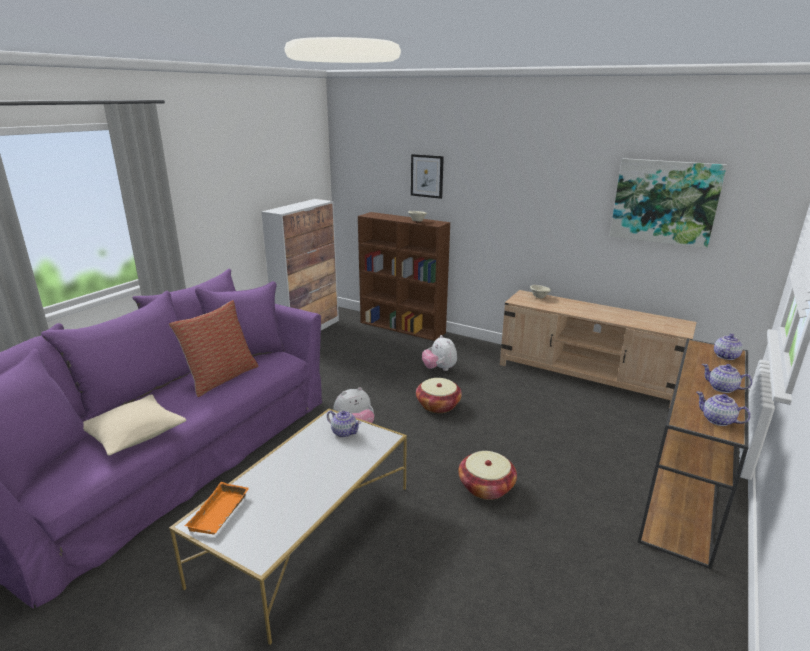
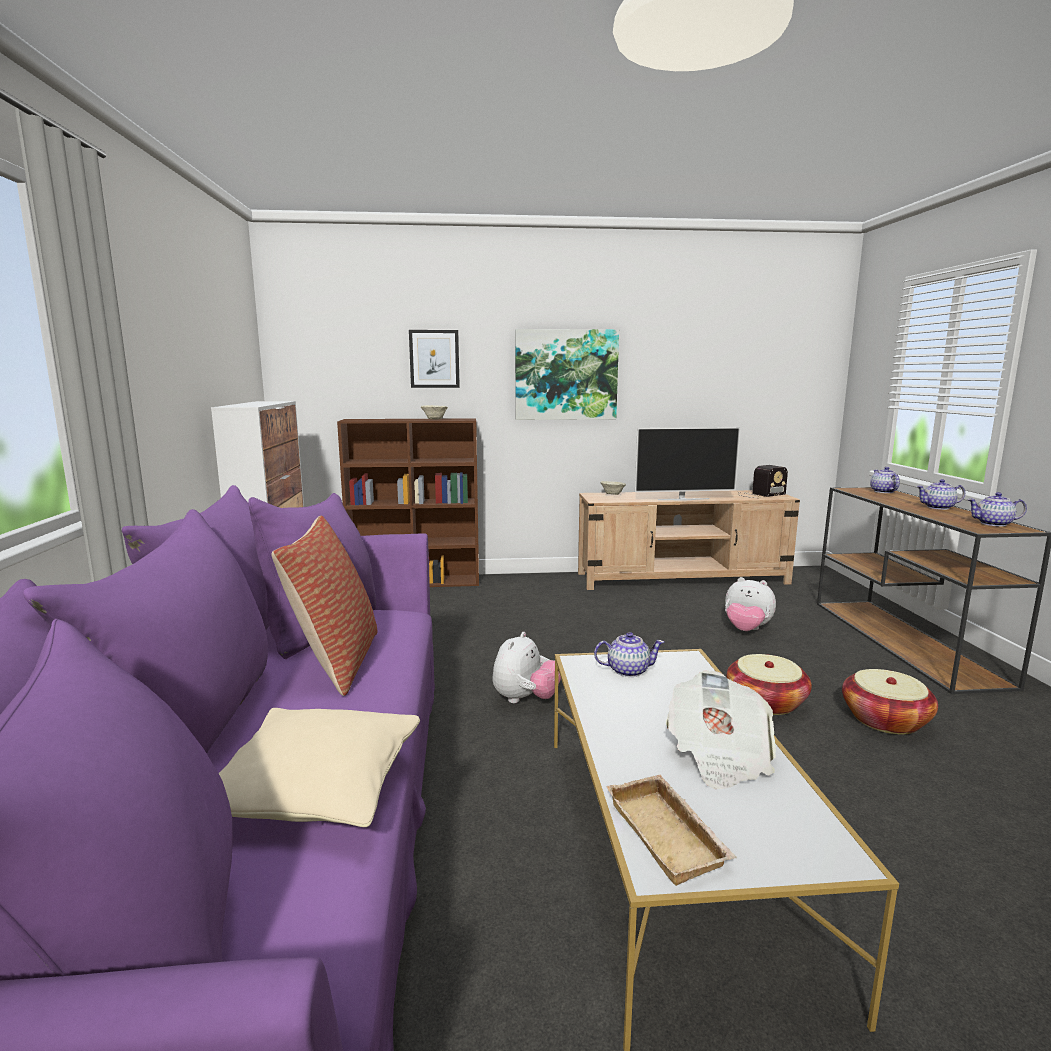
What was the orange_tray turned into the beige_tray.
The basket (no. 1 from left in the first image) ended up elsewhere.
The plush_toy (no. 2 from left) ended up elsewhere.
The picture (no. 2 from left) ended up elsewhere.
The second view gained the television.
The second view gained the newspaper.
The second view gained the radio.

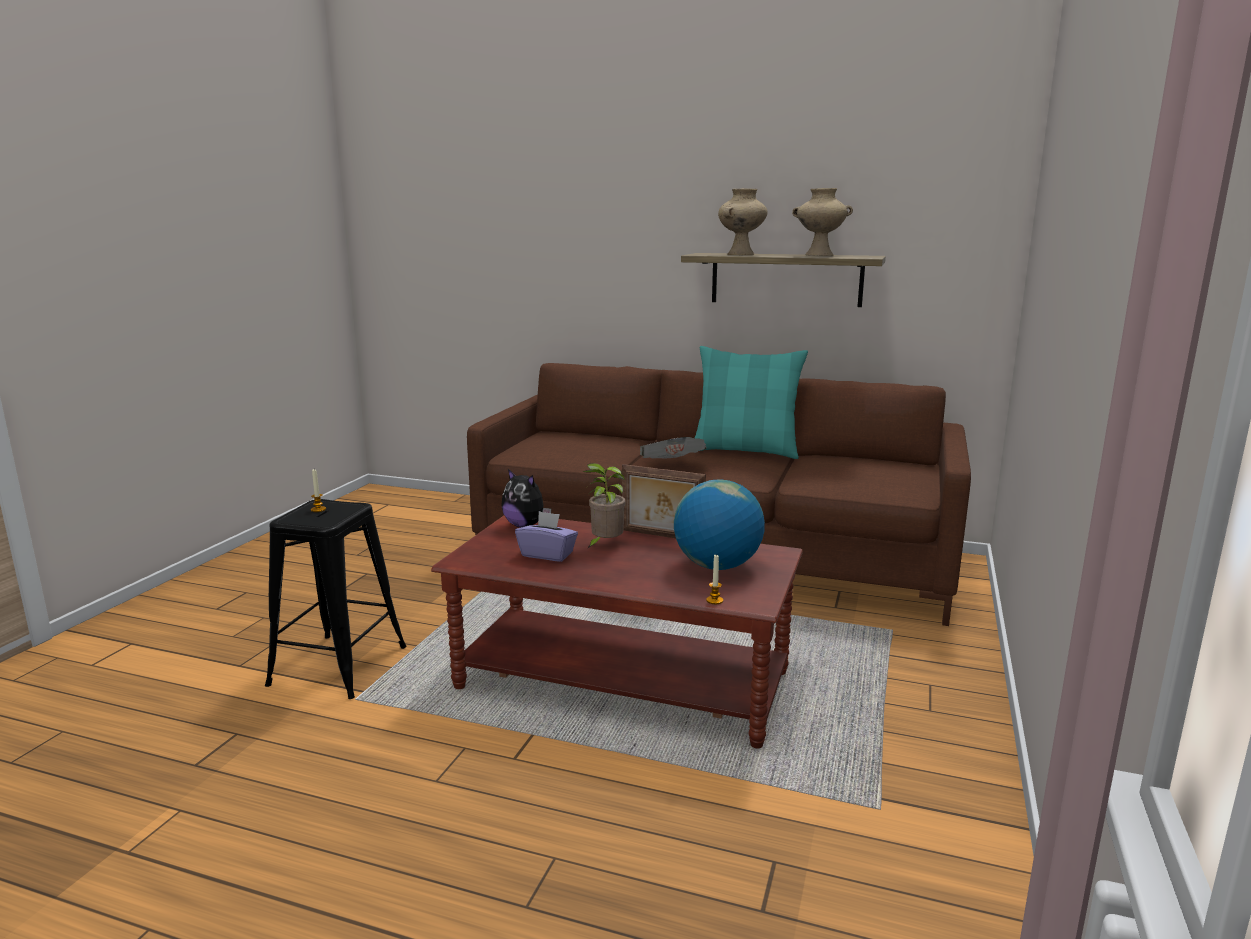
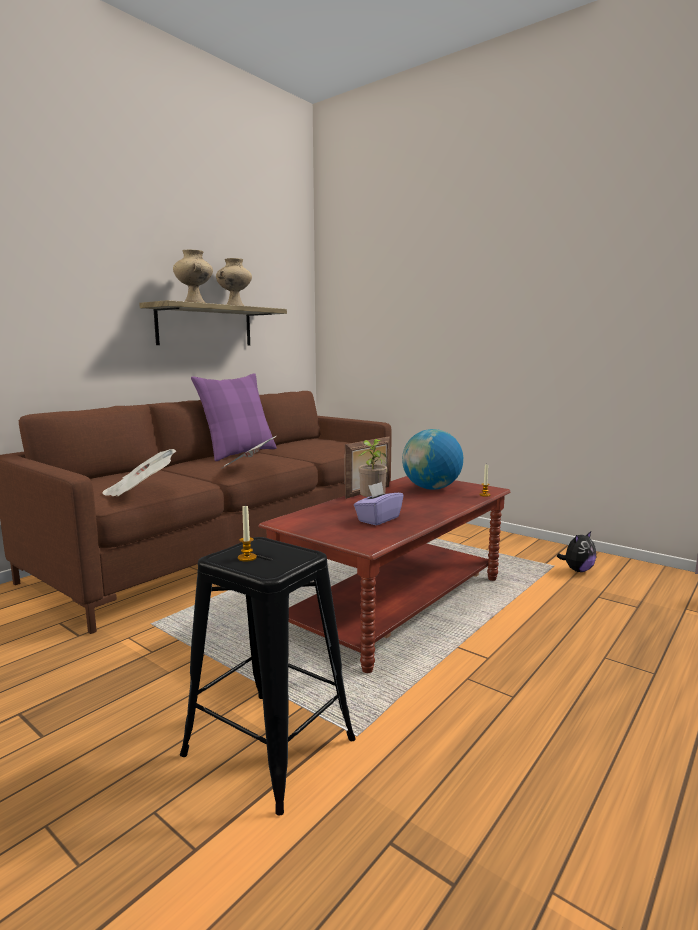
The plush_toy ended up elsewhere.
What was the turquoise_pillow turned into the purple_pillow.
The second view gained the newspaper (no. 1 from left).

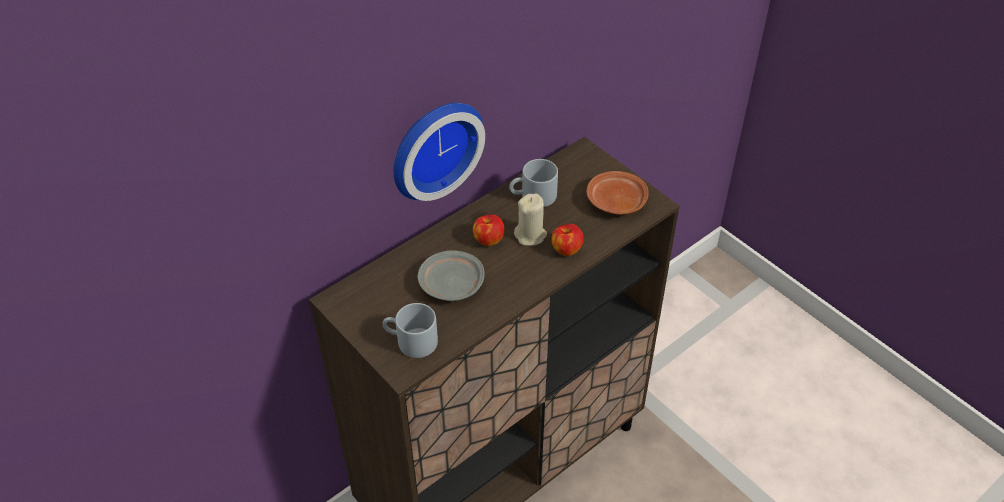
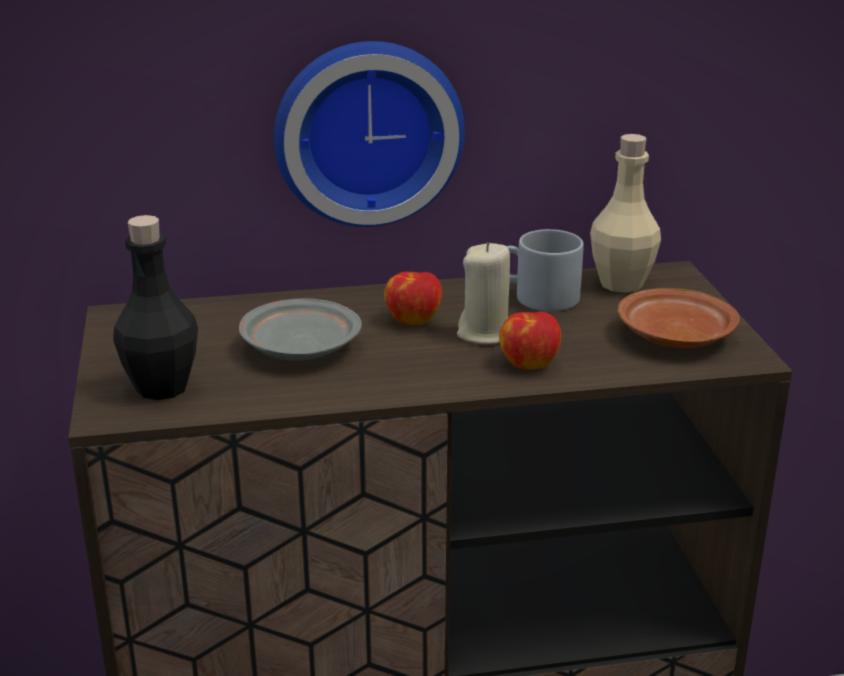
Where the grey_mug (no. 1 from left) stood, the black_bottle came to stand.
The second view gained the beige_bottle.

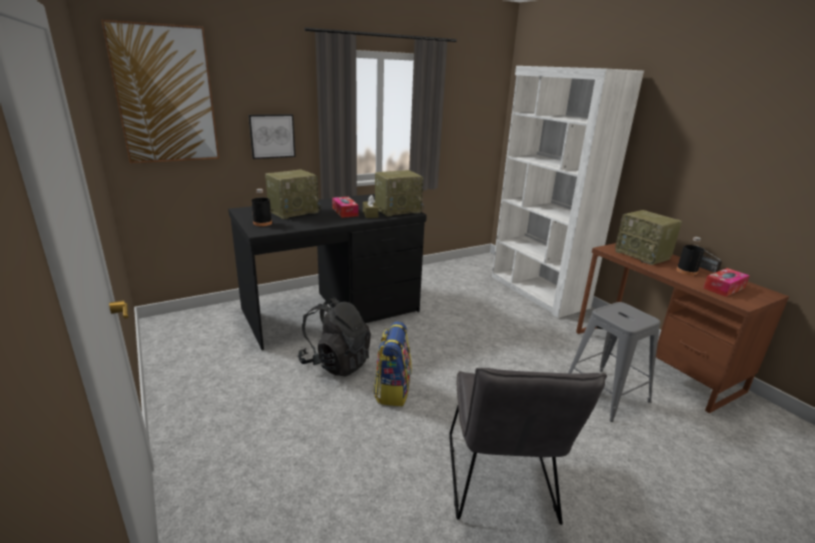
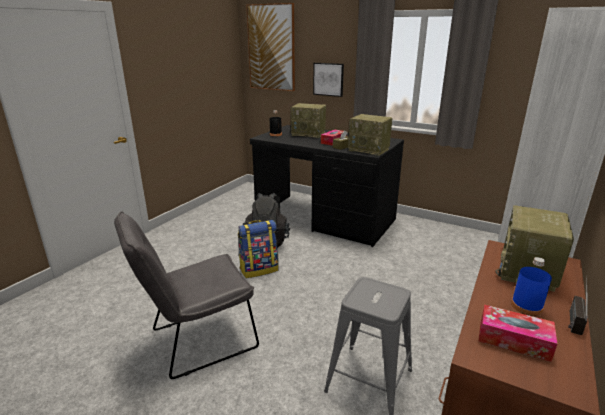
What was the black_bottle (no. 2 from left) turned into the blue_bottle.

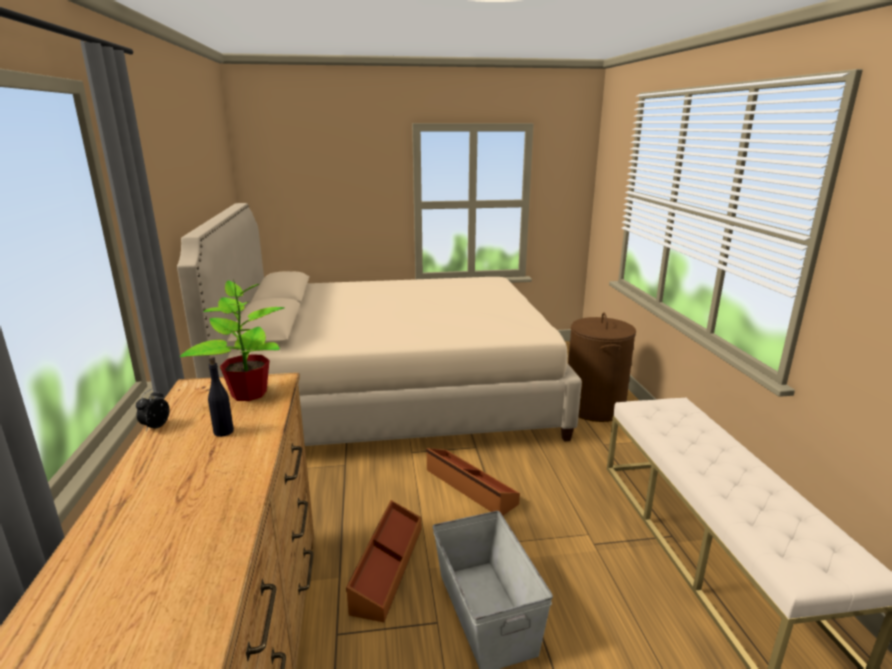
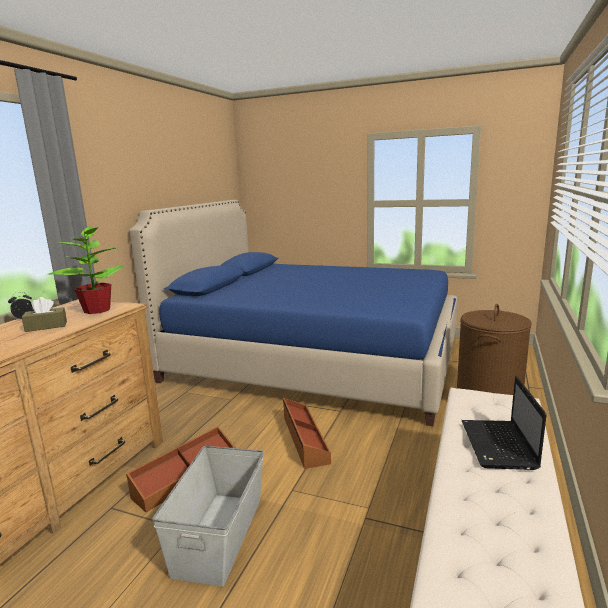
What was the beige_bed turned into the blue_bed.
Where the black_bottle stood, the brown_tissue_box came to stand.
The second view gained the laptop.

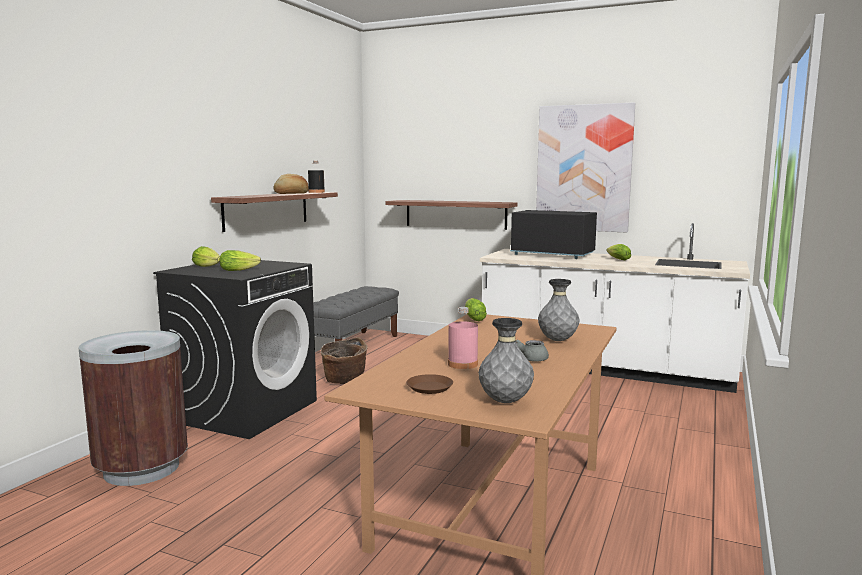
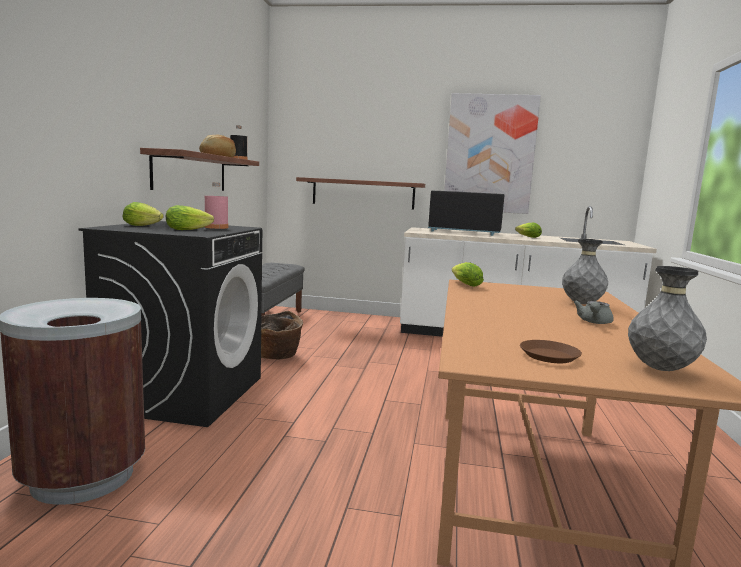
The pink_bottle ended up elsewhere.

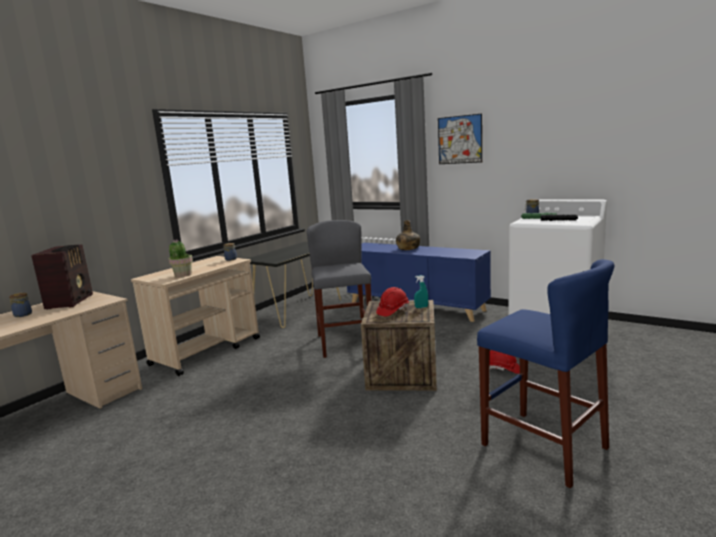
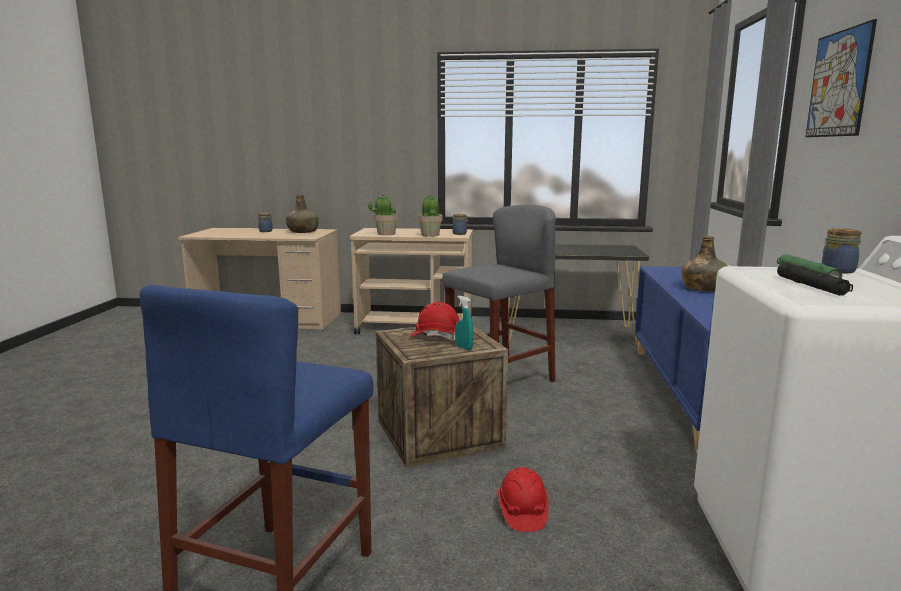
Where the radio stood, the green_bottle (no. 1 from left) came to stand.
The second view gained the potted_plant (no. 2 from left).

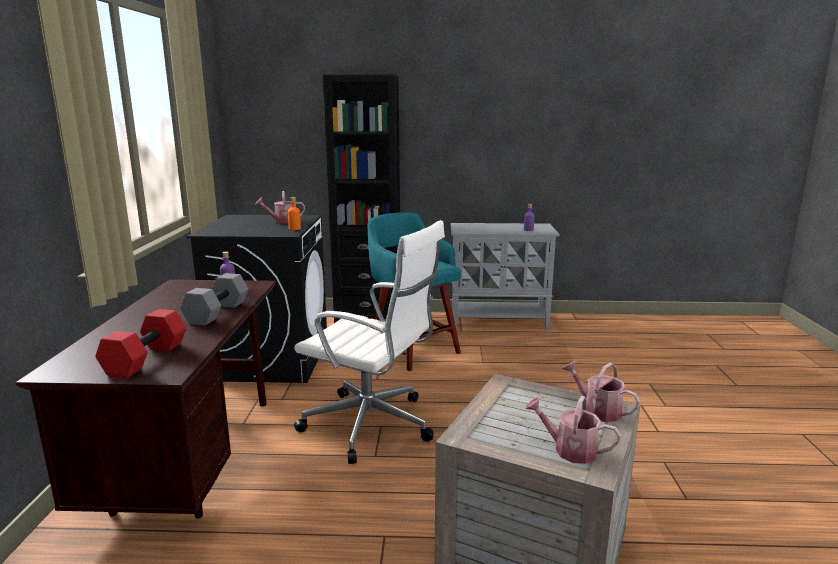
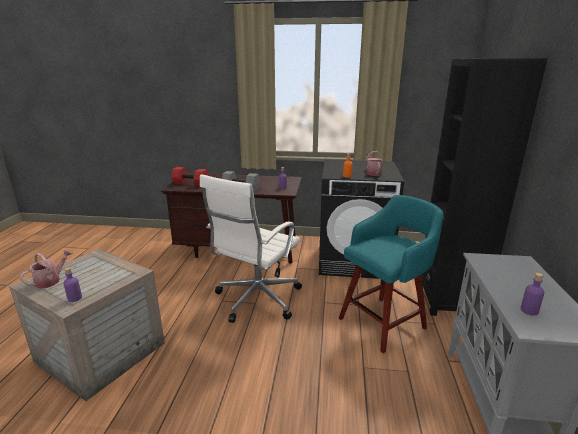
Where the watering_can (no. 3 from left) stood, the purple_bottle (no. 1 from left) came to stand.

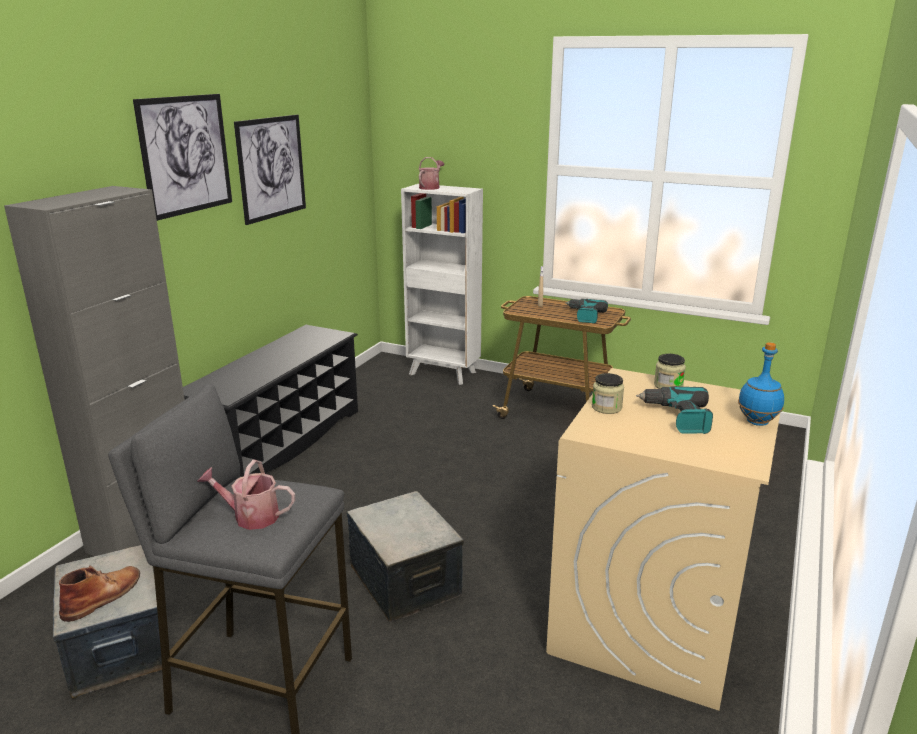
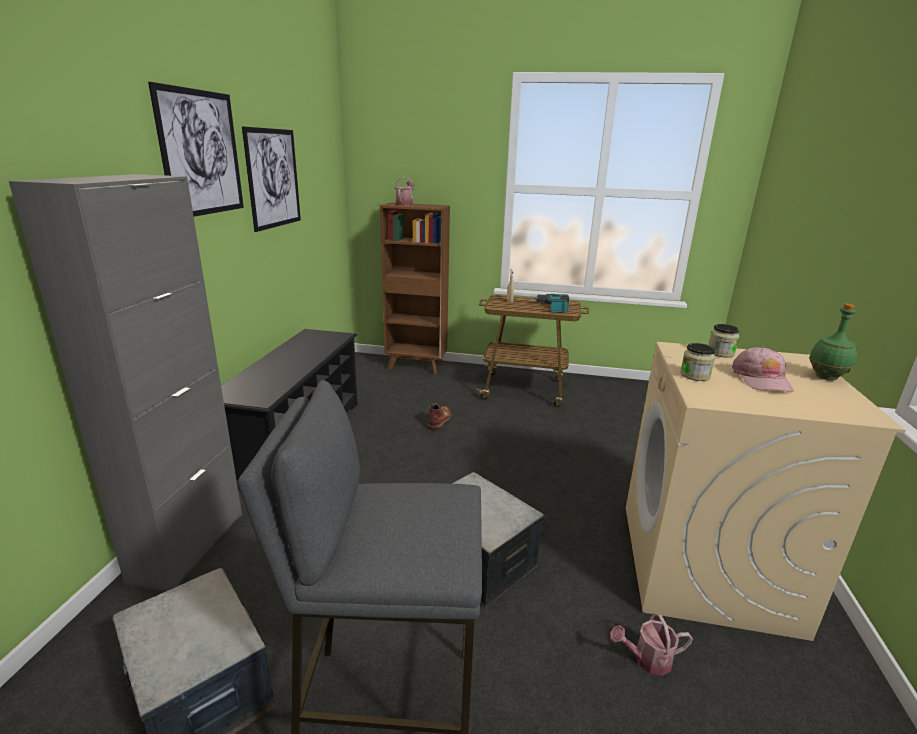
The brown_boot ended up elsewhere.
The watering_can (no. 1 from left in the first image) ended up elsewhere.
What was the white_bookcase turned into the brown_bookcase.
Where the power_drill (no. 2 from left) stood, the pink_cap came to stand.
What was the blue_bottle turned into the green_bottle.

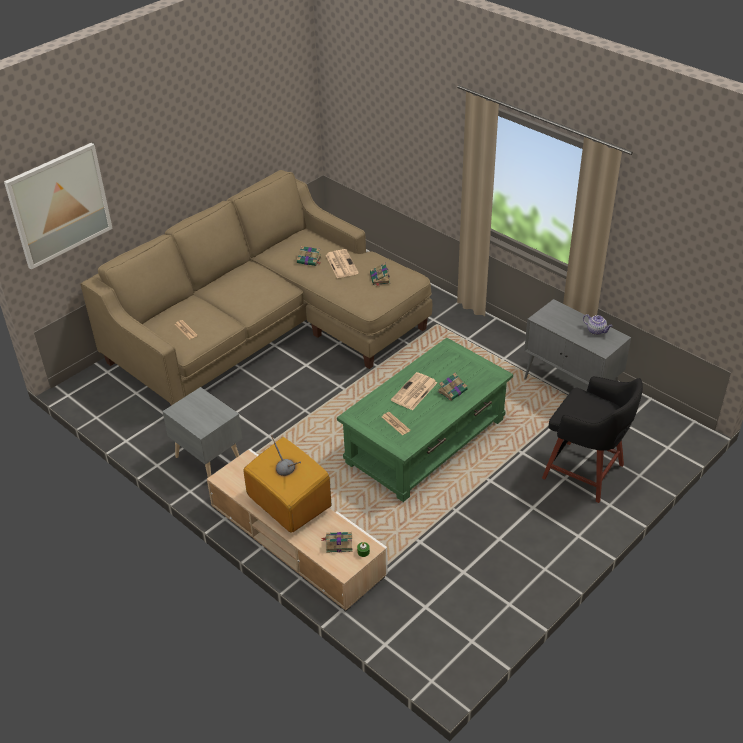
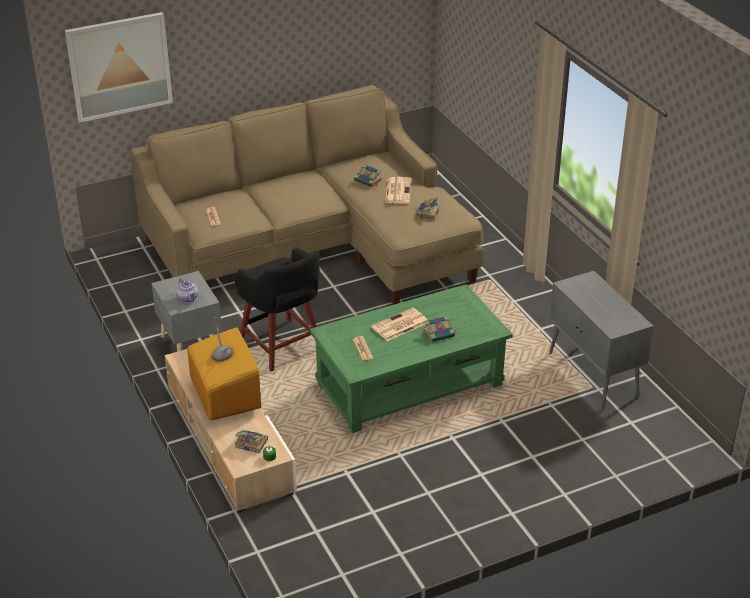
The black_stool ended up elsewhere.
The teapot ended up elsewhere.

